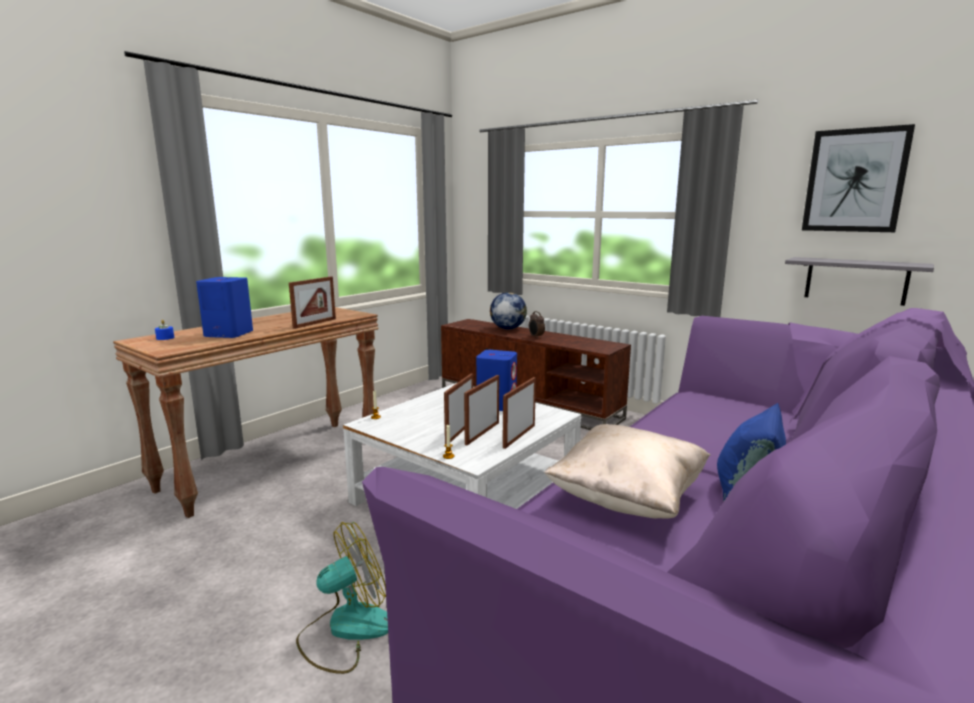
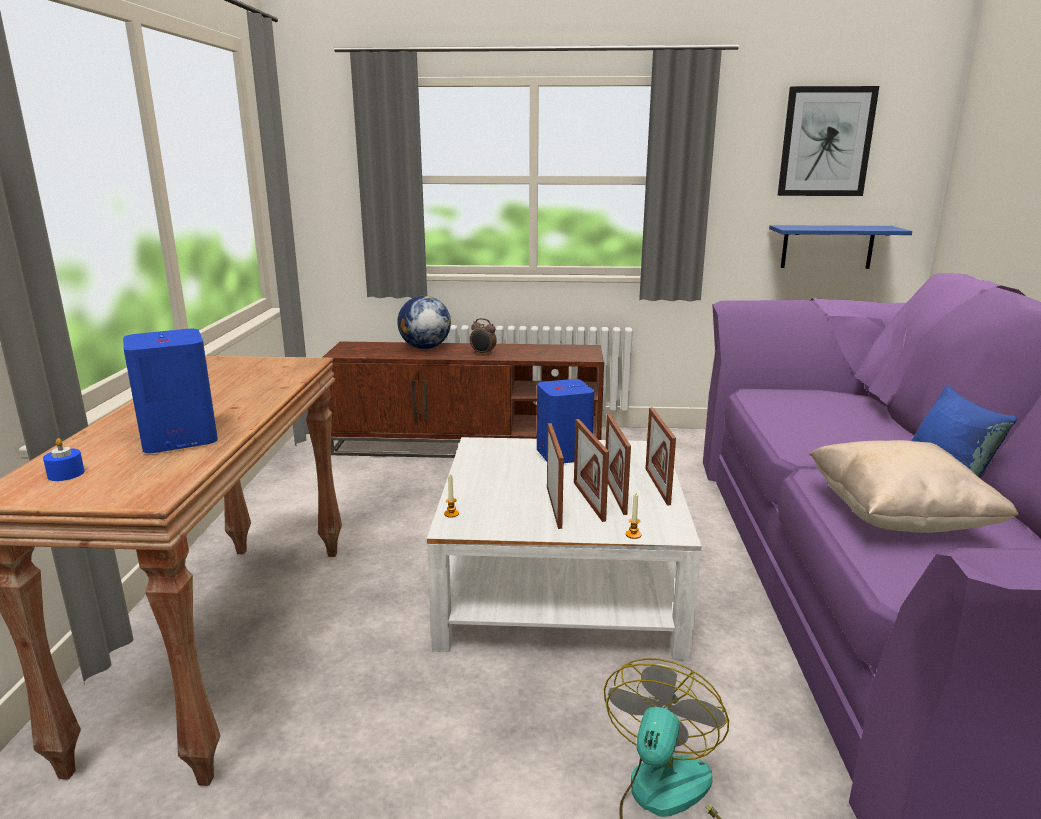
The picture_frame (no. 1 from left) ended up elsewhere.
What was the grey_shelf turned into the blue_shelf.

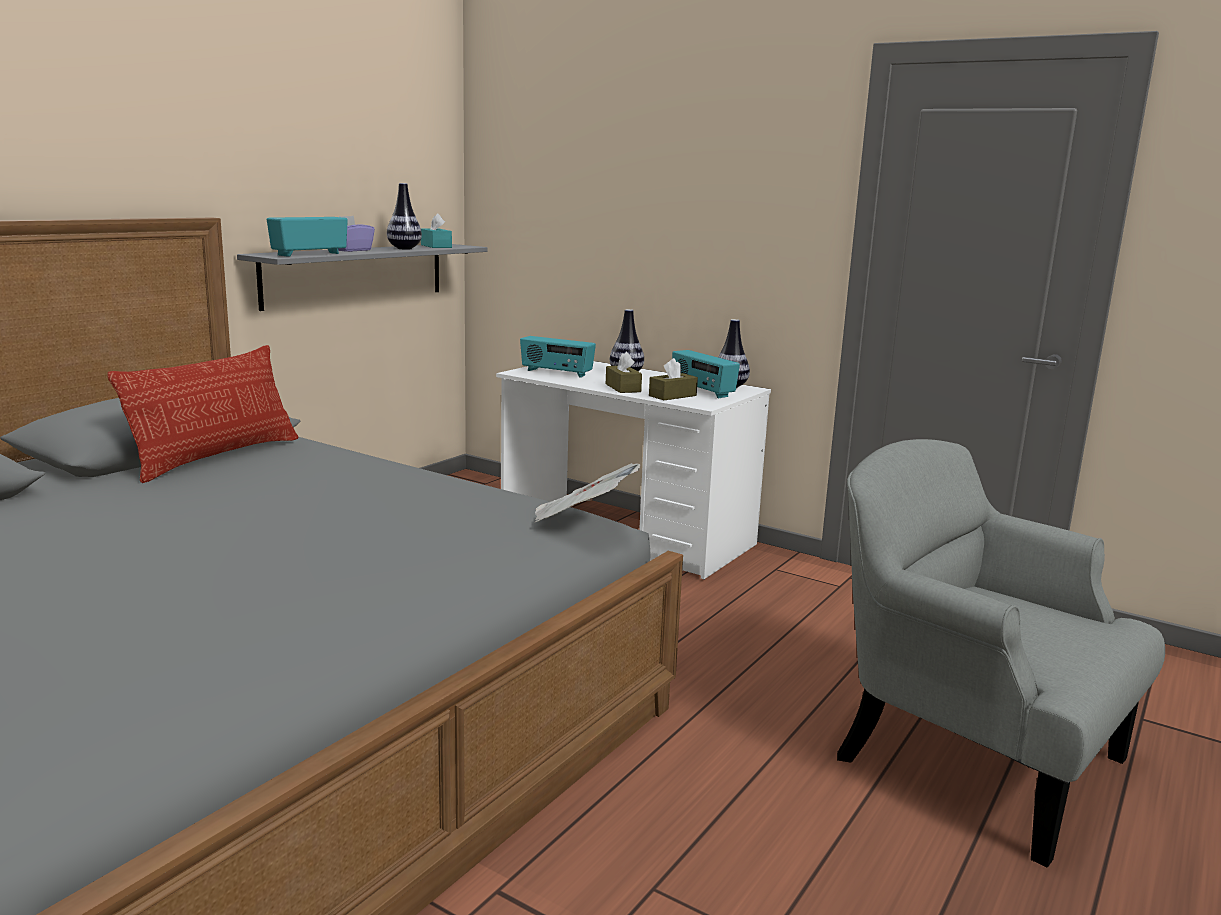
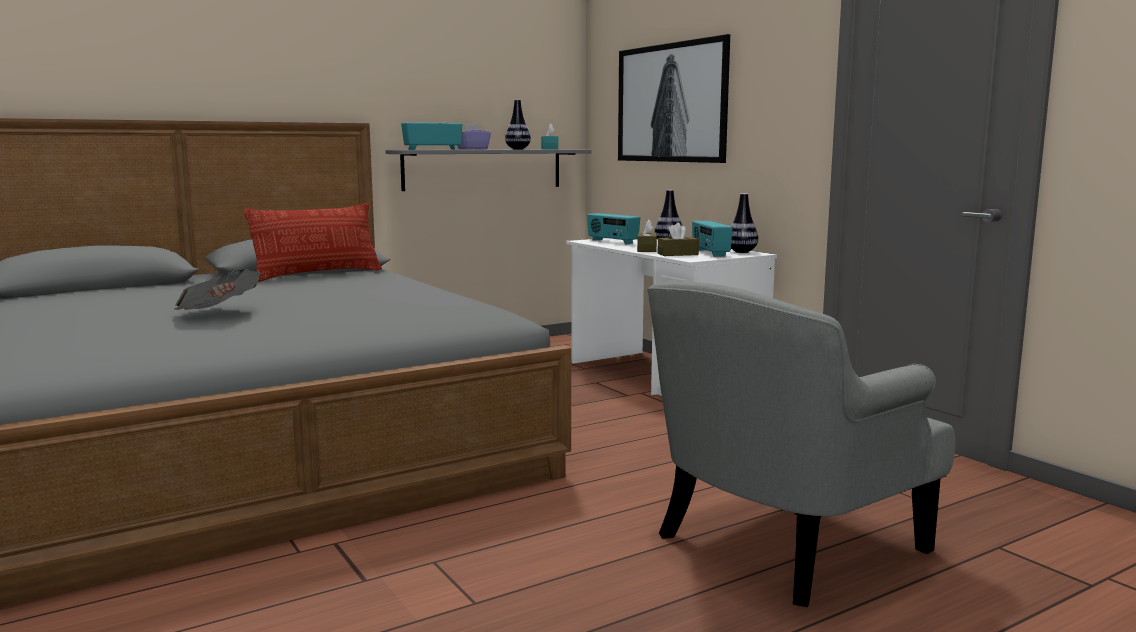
The newspaper ended up elsewhere.
The grey_armchair ended up facing another way, 105 degrees counterclockwise from before.
The second view gained the picture.

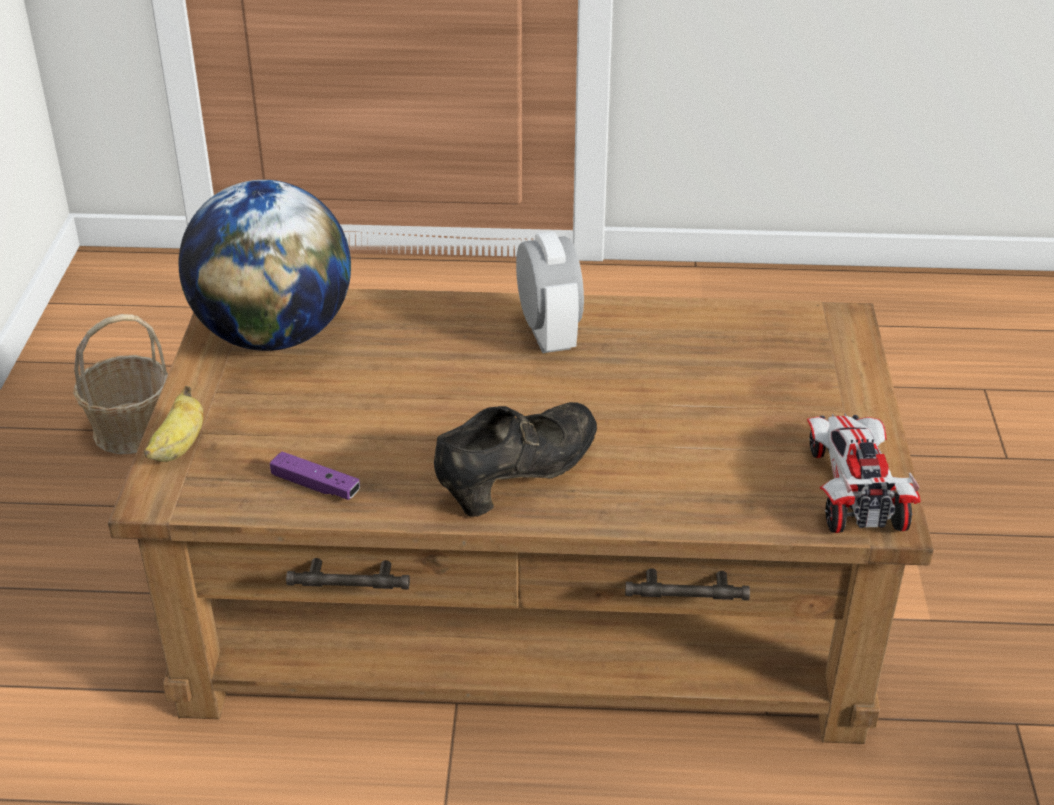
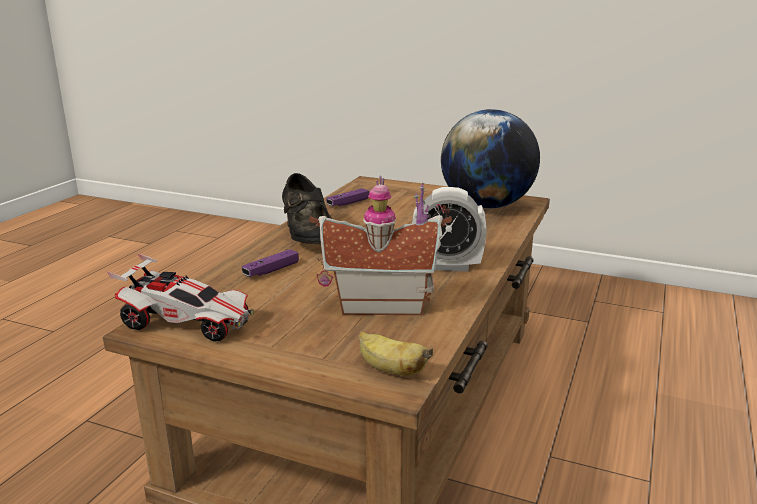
The second view lost the basket.
The banana ended up elsewhere.
The second view gained the purple_game_controller (no. 1 from left).
The second view gained the toy_house.

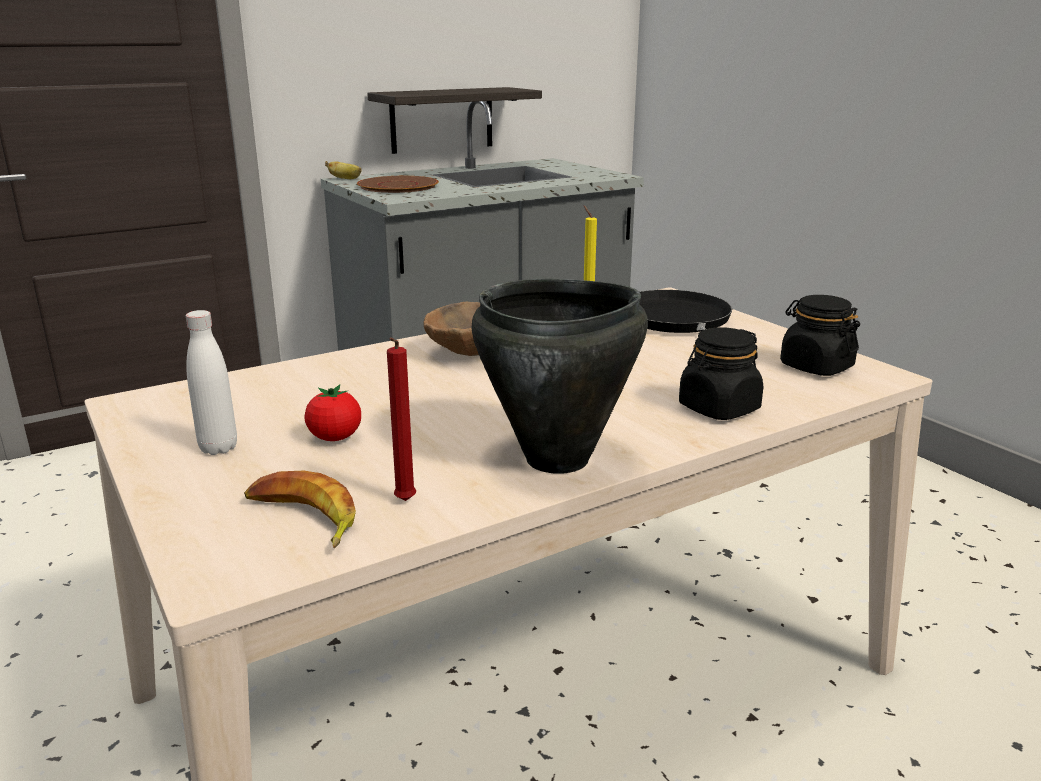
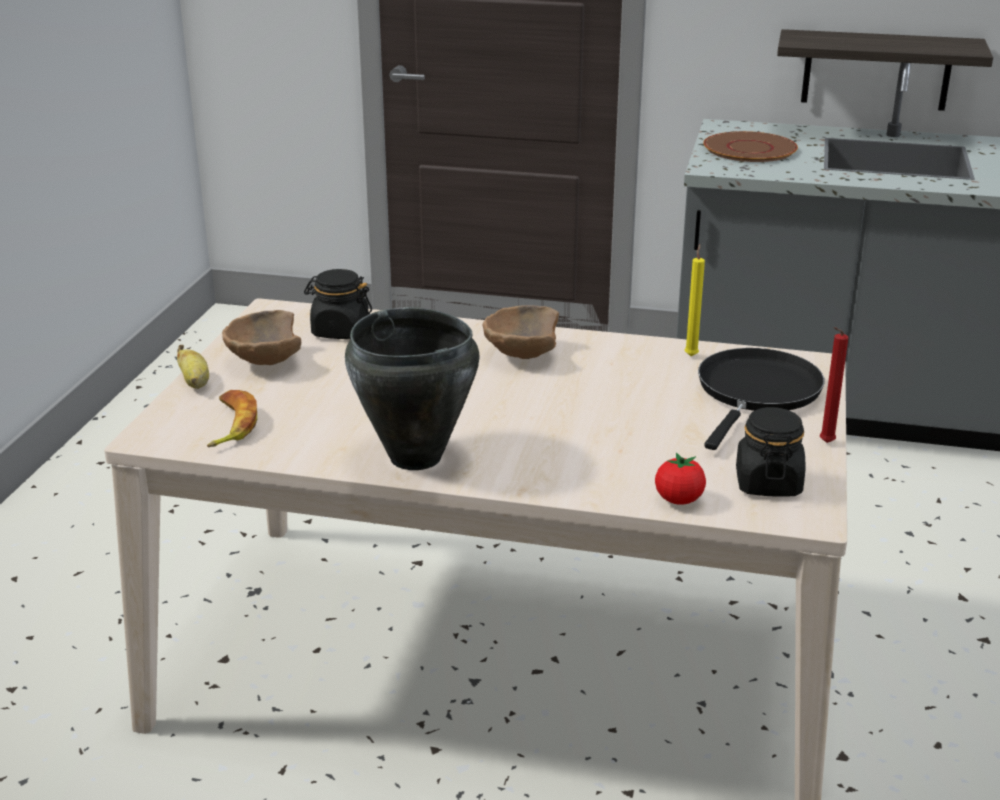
Where the white_bottle stood, the brown_bowl (no. 1 from left) came to stand.
The tomato ended up elsewhere.
The banana (no. 2 from left in the first image) ended up elsewhere.
The red_candle ended up elsewhere.
The black_jar (no. 1 from left) ended up elsewhere.

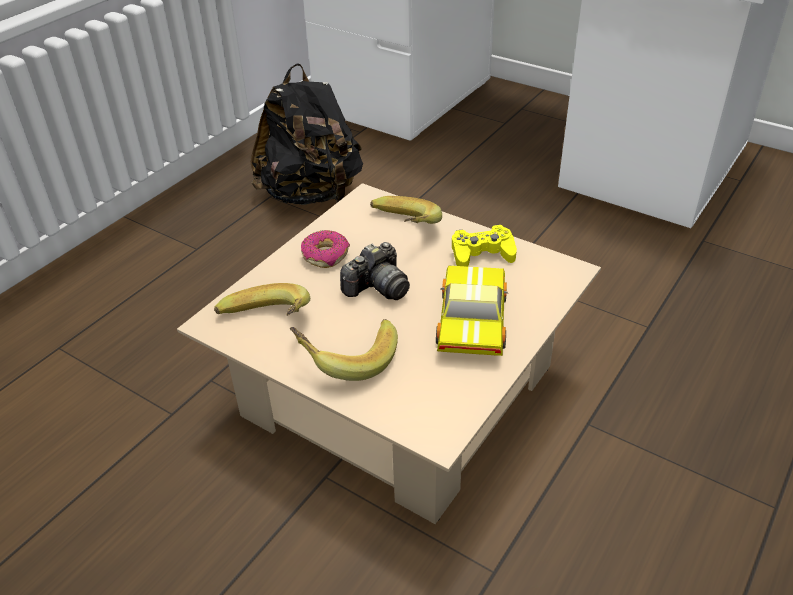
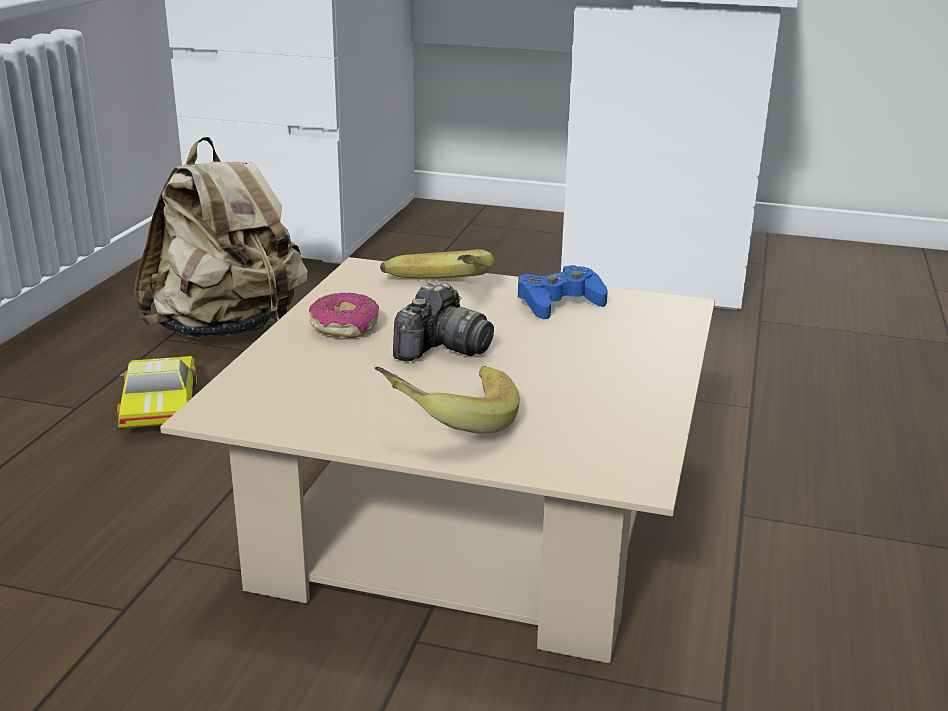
The second view lost the banana (no. 1 from left).
What was the black_backpack turned into the beige_backpack.
The toy_car ended up elsewhere.
What was the yellow_game_controller turned into the blue_game_controller.

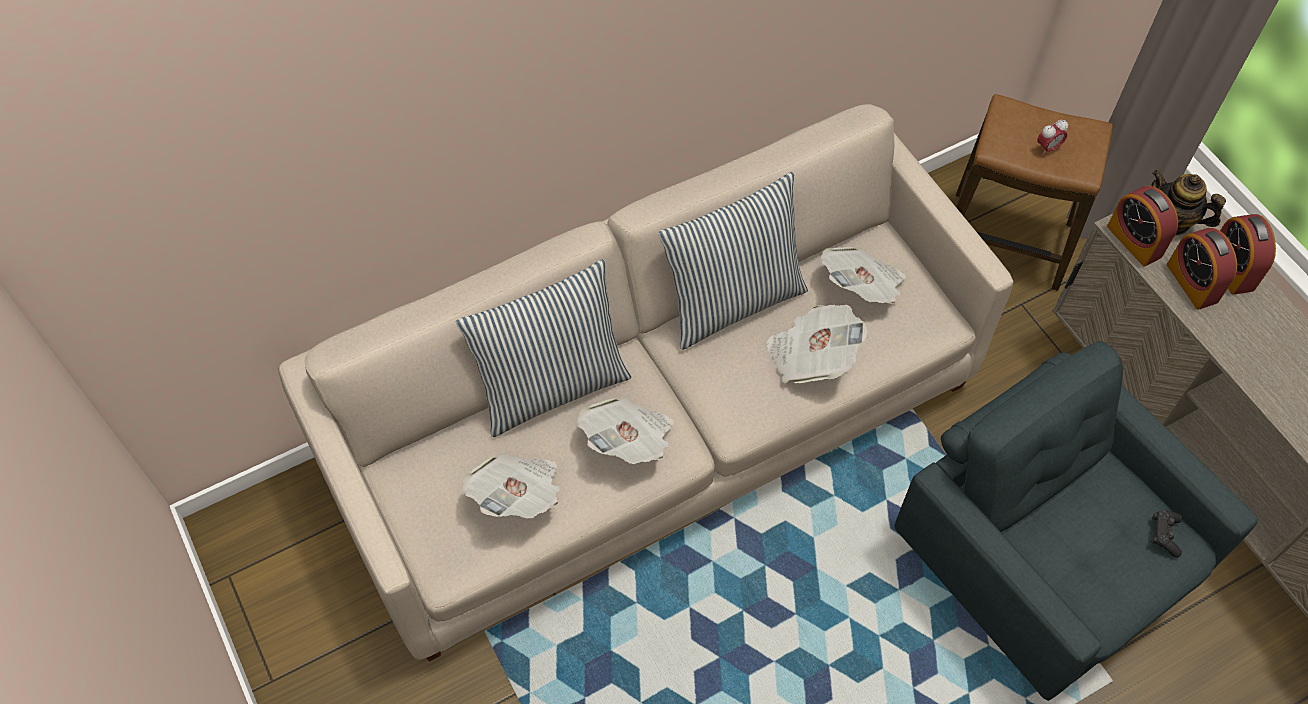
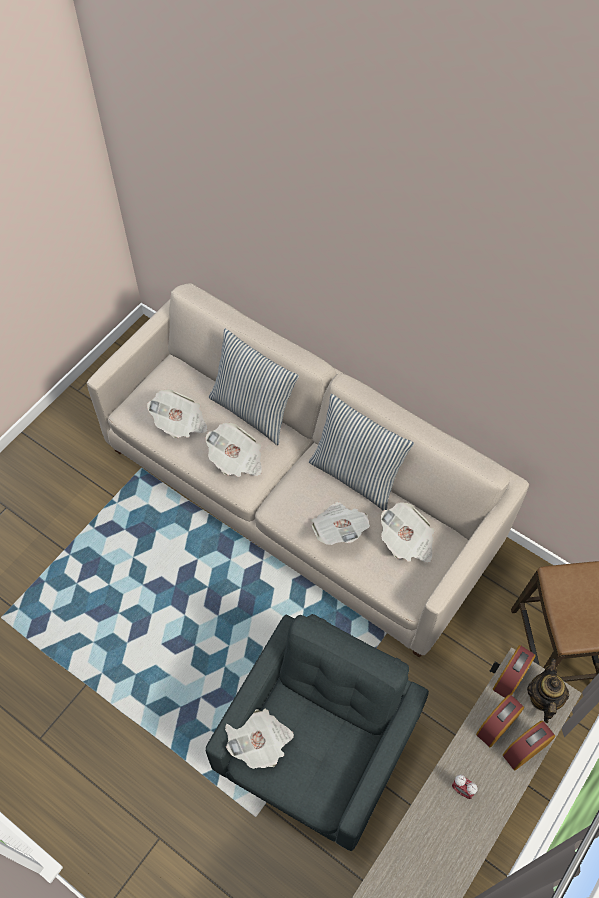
The alarm_clock (no. 1 from left) ended up elsewhere.
The second view lost the black_game_controller.
The second view gained the newspaper (no. 3 from left).

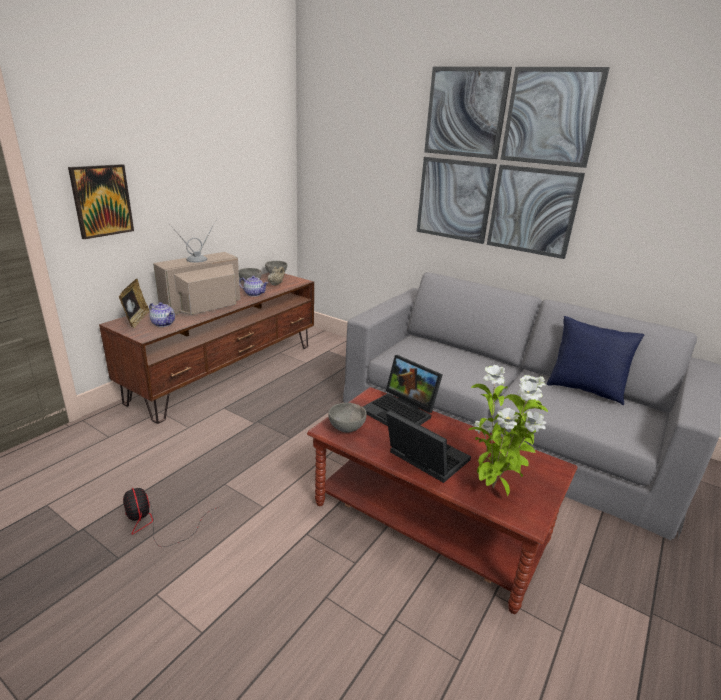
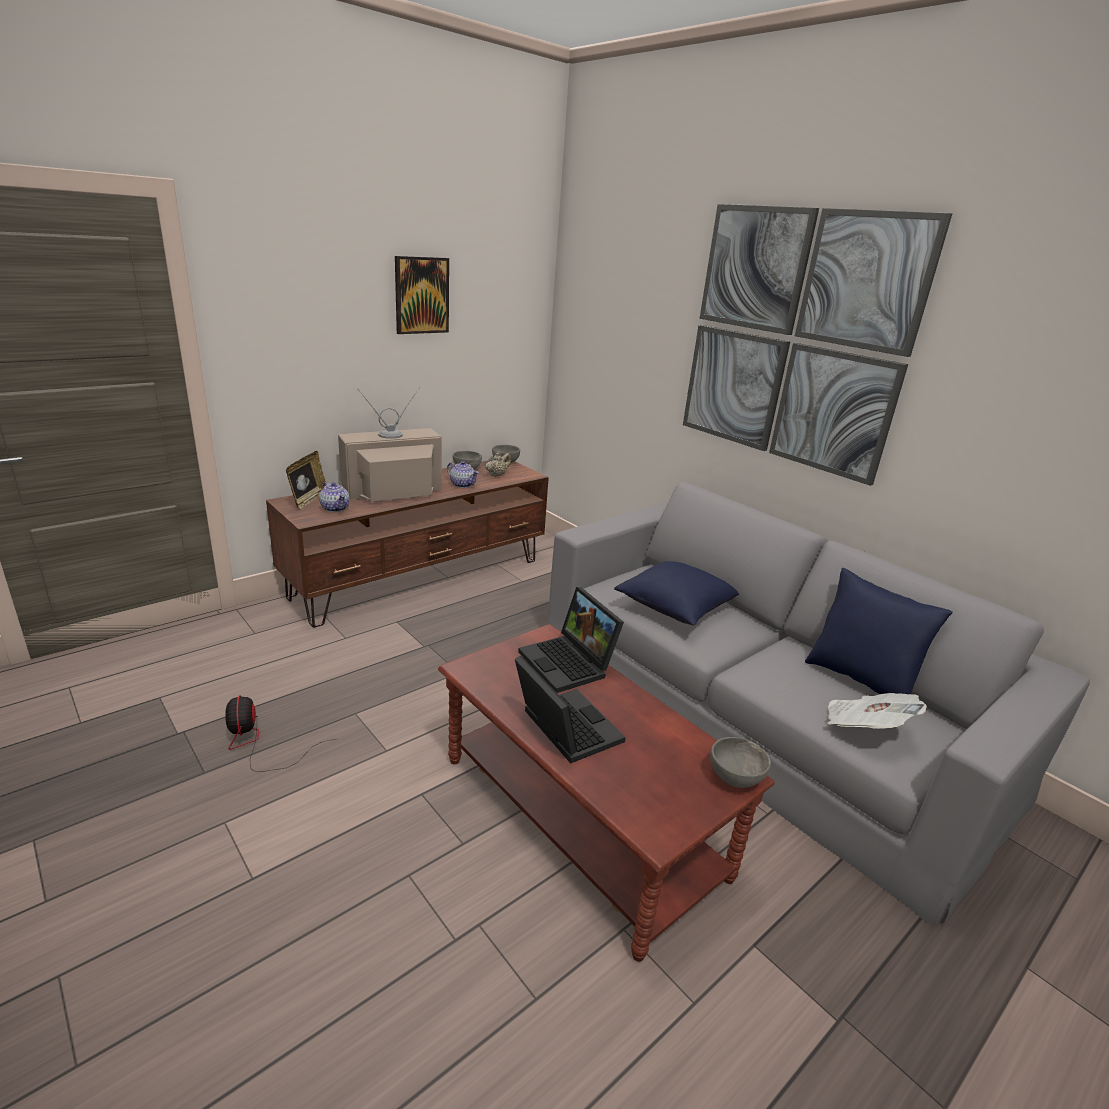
The picture (no. 1 from left) ended up elsewhere.
The grey_bowl (no. 3 from left) ended up elsewhere.
The second view lost the potted_plant.
The second view gained the blue_pillow (no. 1 from left).
The second view gained the newspaper.

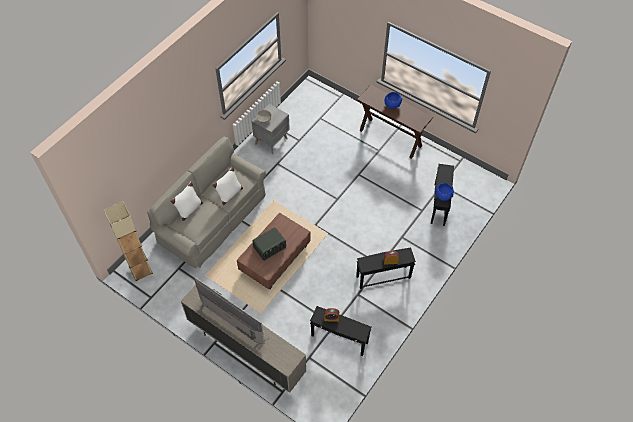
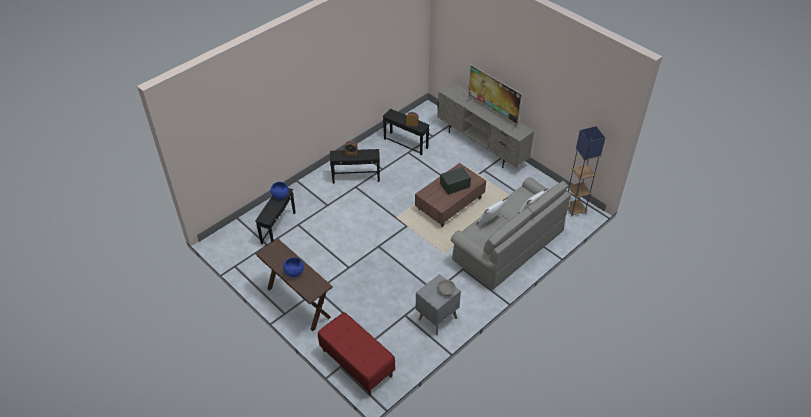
What was the beige_floor_lamp turned into the blue_floor_lamp.
The second view gained the red_bench.

